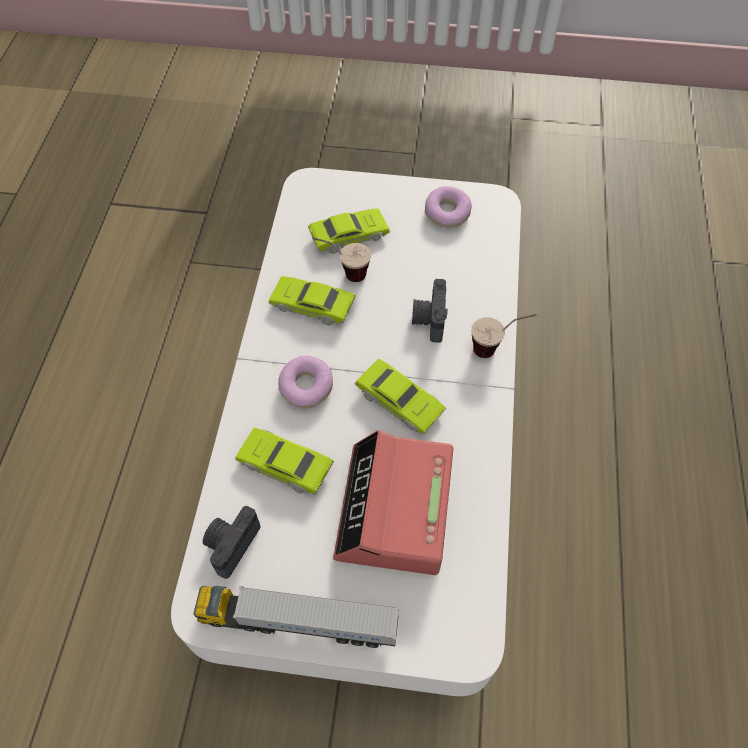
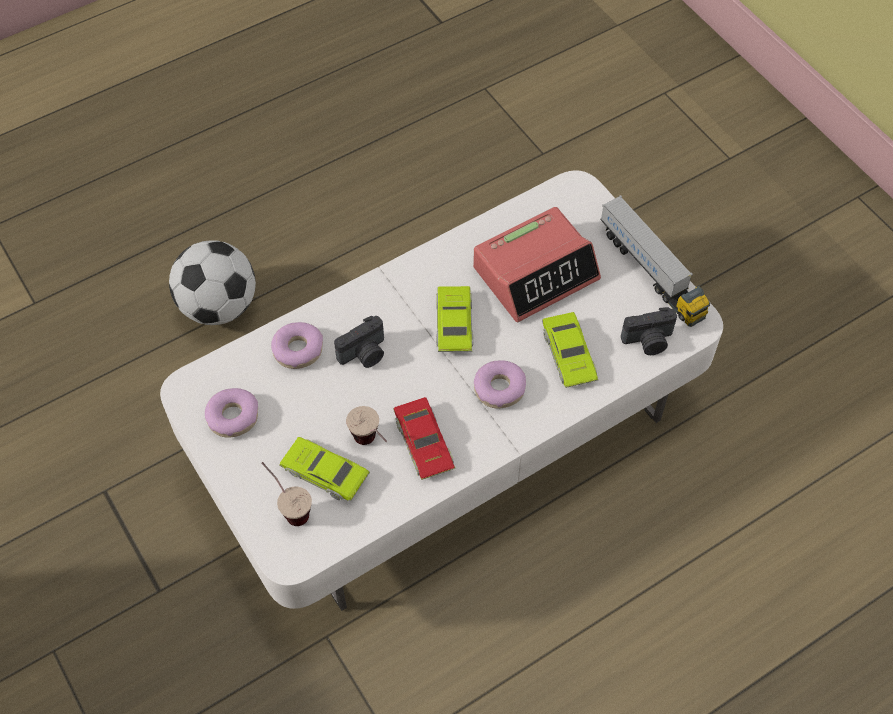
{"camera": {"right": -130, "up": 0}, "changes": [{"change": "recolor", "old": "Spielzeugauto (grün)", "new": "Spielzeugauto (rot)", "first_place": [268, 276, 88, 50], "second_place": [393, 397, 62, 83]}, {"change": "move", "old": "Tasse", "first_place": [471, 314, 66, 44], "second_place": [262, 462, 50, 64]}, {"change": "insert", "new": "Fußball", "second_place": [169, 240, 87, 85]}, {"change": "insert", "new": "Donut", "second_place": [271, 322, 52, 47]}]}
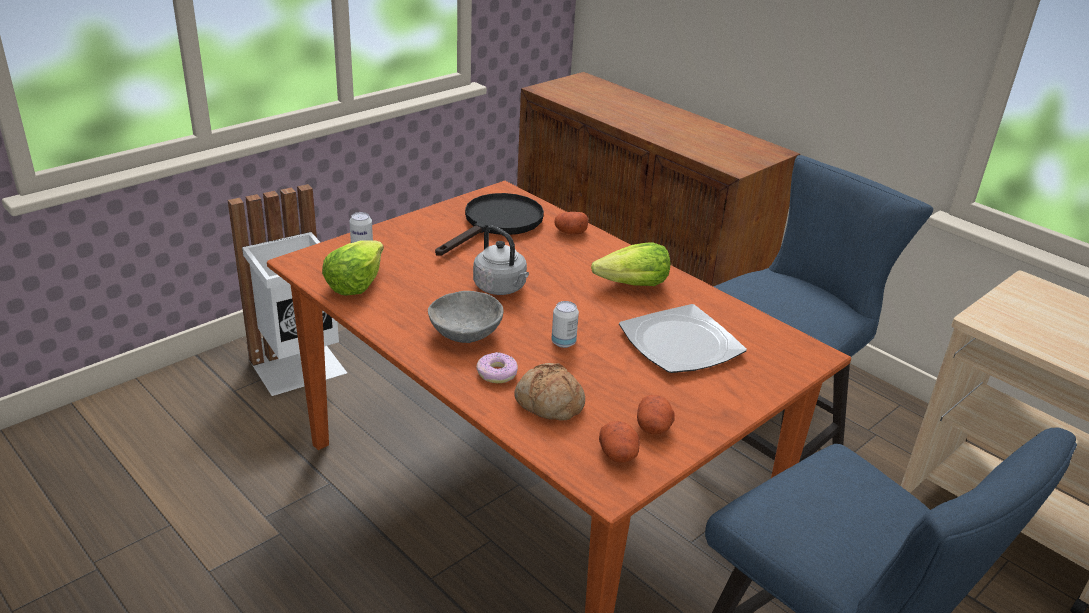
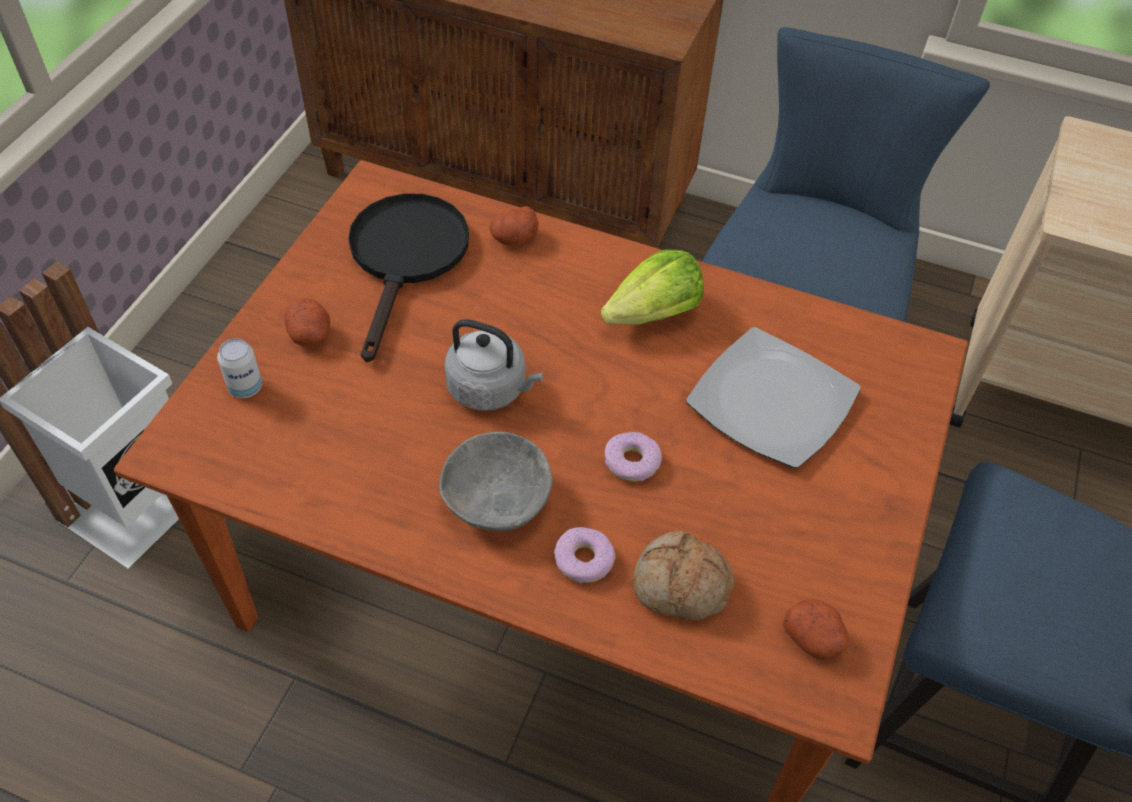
{"camera": {"right": -25, "up": 20}, "changes": [{"change": "delete", "old": "Salatkopf", "first_place": [322, 240, 62, 56]}, {"change": "replace", "old": "Dose", "new": "Donut", "first_place": [551, 301, 28, 47], "second_place": [605, 432, 57, 50]}, {"change": "move", "old": "Kartoffel", "first_place": [637, 395, 38, 39], "second_place": [285, 298, 46, 48]}]}
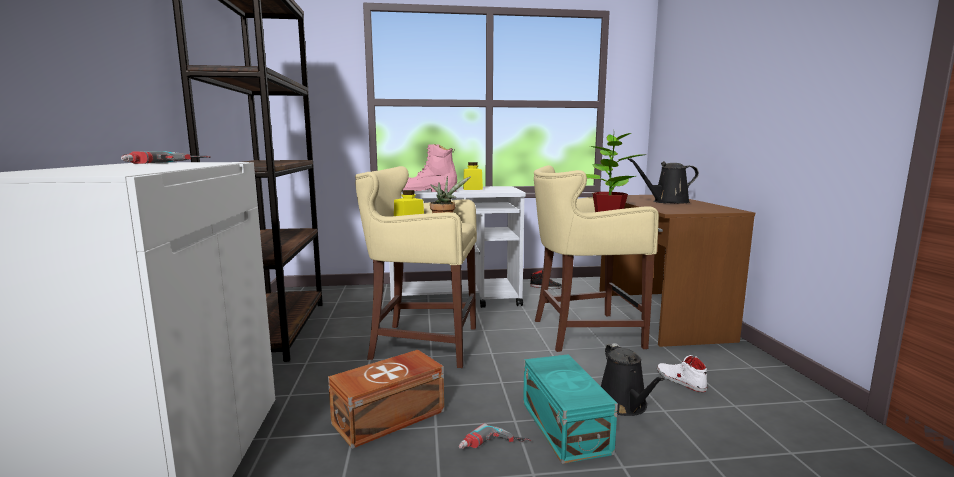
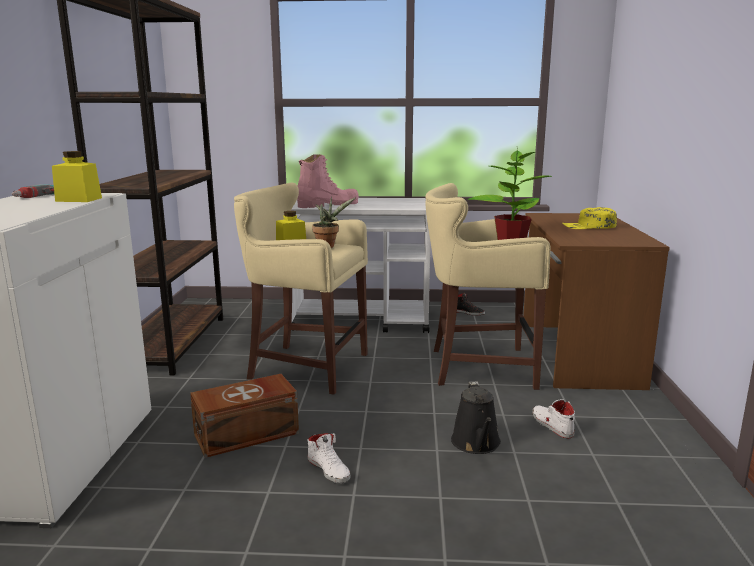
{"camera": {"right": 10, "up": 5}, "changes": [{"change": "rotate", "old": "Stiefel (rosa)", "first_place": [403, 144, 54, 48], "second_place": [297, 154, 62, 54], "degrees": 135}, {"change": "replace", "old": "Gießkanne (schwarz)", "new": "Kappe (gelb)", "first_place": [628, 158, 71, 45], "second_place": [562, 207, 55, 22]}, {"change": "move", "old": "Vorratsglas (gelb)", "first_place": [463, 162, 20, 28], "second_place": [52, 151, 50, 51]}, {"change": "delete", "old": "Aufbewahrungsbox (türkis)", "first_place": [523, 354, 95, 110]}, {"change": "replace", "old": "Bohrmaschine", "new": "Schuh (weiß)", "first_place": [459, 423, 72, 26], "second_place": [307, 433, 44, 50]}]}
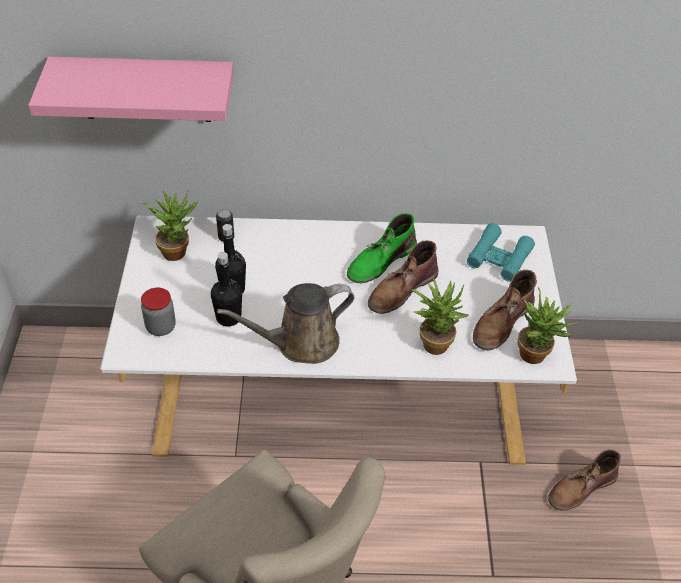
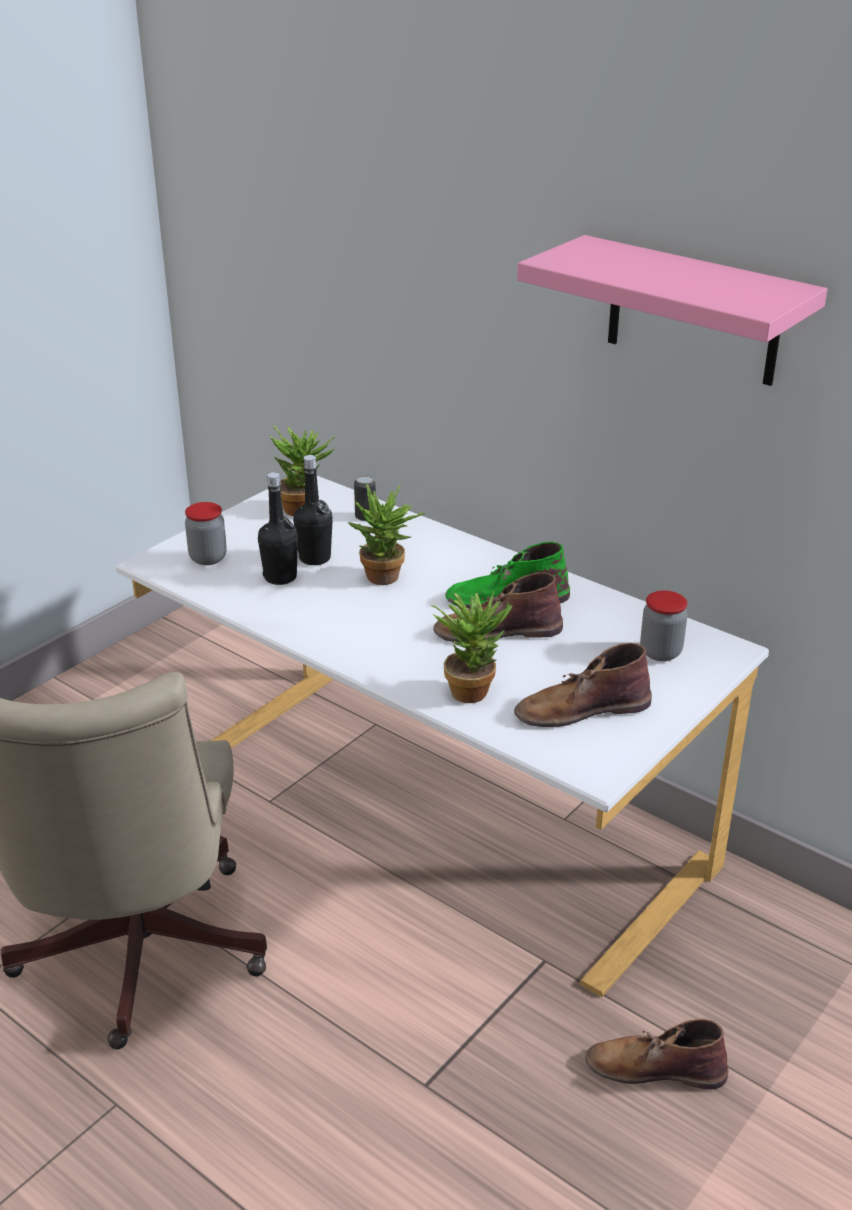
{"camera": {"right": 40, "up": -15}, "changes": [{"change": "move", "old": "Wandregal (rosa)", "first_place": [28, 57, 206, 65], "second_place": [517, 235, 311, 151]}, {"change": "replace", "old": "Fernglas (türkis)", "new": "Vorratsglas", "first_place": [467, 223, 68, 59], "second_place": [640, 591, 48, 70]}, {"change": "delete", "old": "Gießkanne (braun)", "first_place": [217, 283, 137, 81]}, {"change": "move", "old": "Topfpflanze", "first_place": [518, 287, 65, 77], "second_place": [347, 485, 78, 100]}]}
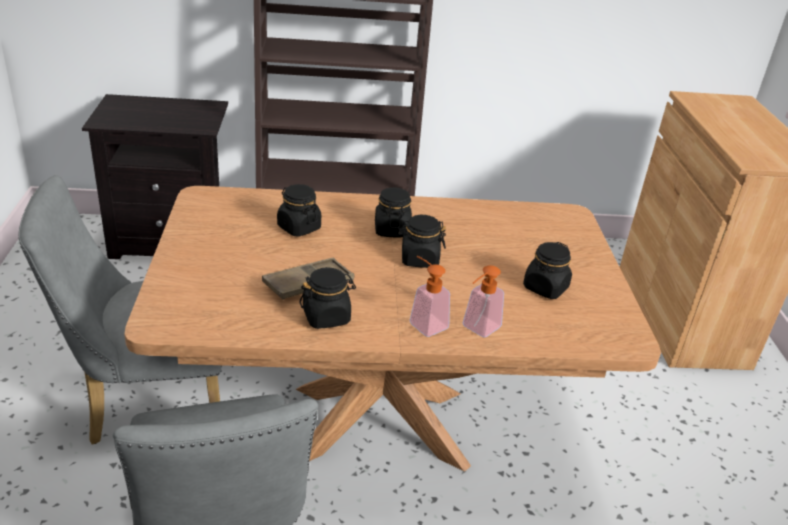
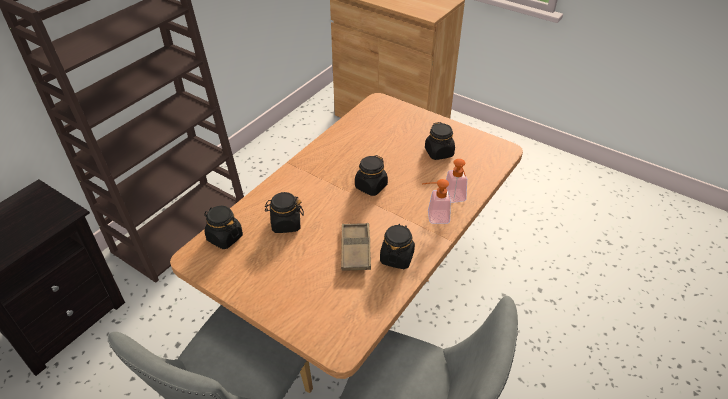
{"camera": {"right": -50, "up": 10}, "changes": [{"change": "move", "old": "Vorratsglas (schwarz)", "first_place": [375, 187, 37, 50], "second_place": [204, 206, 39, 43]}]}
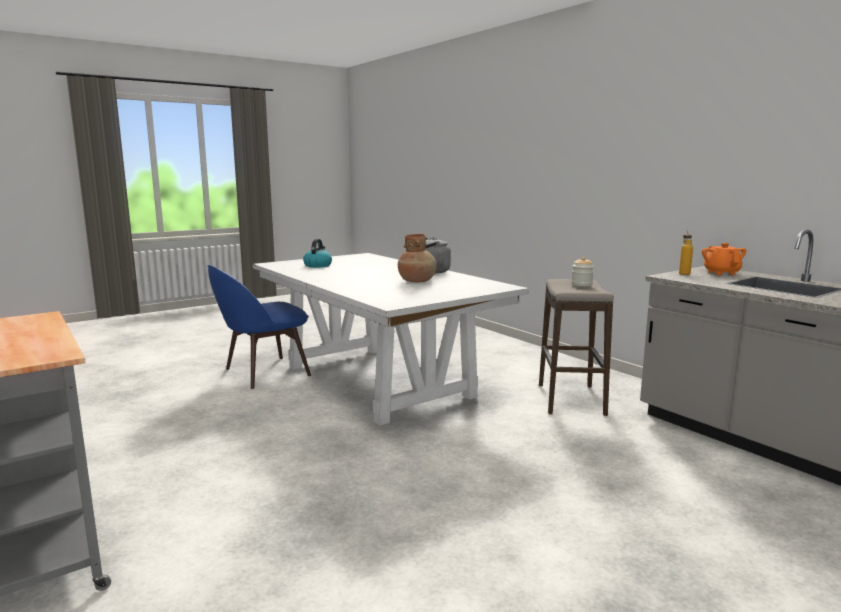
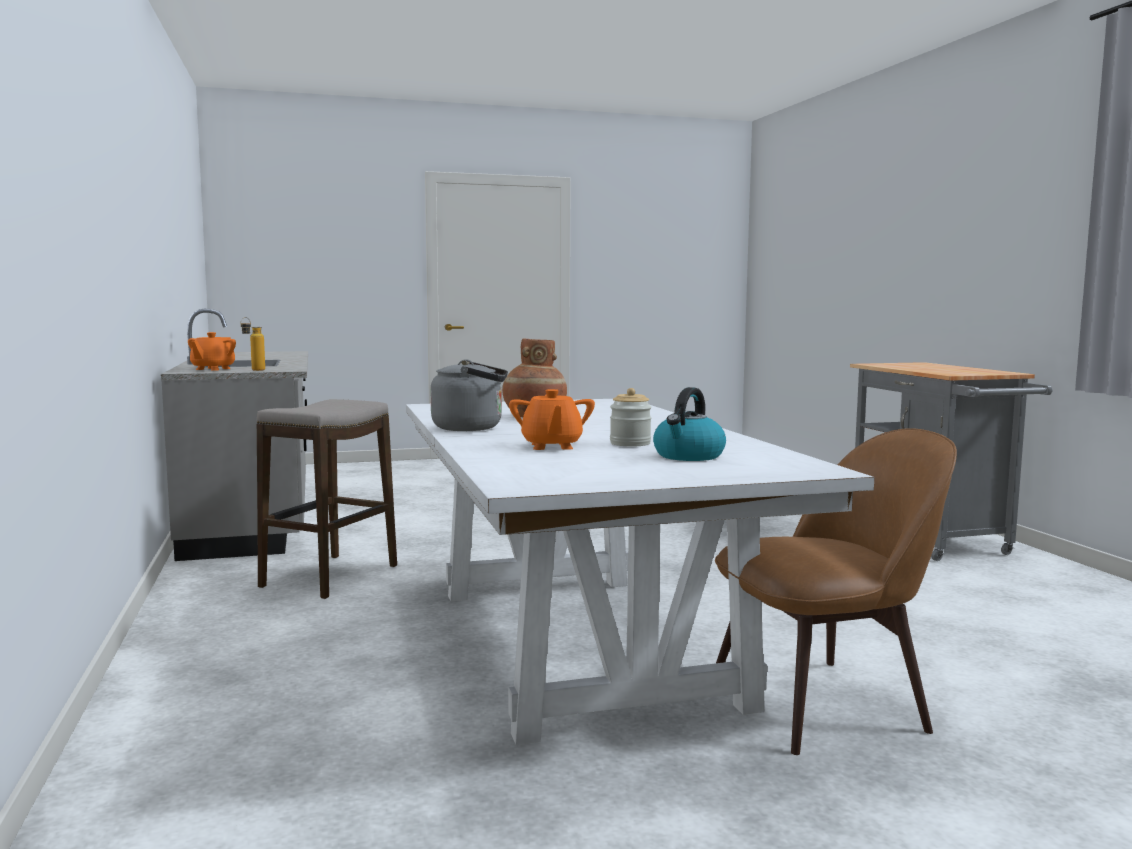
{"camera": {"right": -160, "up": -5}, "changes": [{"change": "move", "old": "Vorratsglas", "first_place": [571, 257, 23, 29], "second_place": [610, 388, 42, 59]}, {"change": "recolor", "old": "Stuhl (blau)", "new": "Stuhl (braun)", "first_place": [208, 265, 103, 124], "second_place": [715, 428, 242, 327]}, {"change": "insert", "new": "Teekanne (orange)", "second_place": [509, 389, 86, 61]}]}
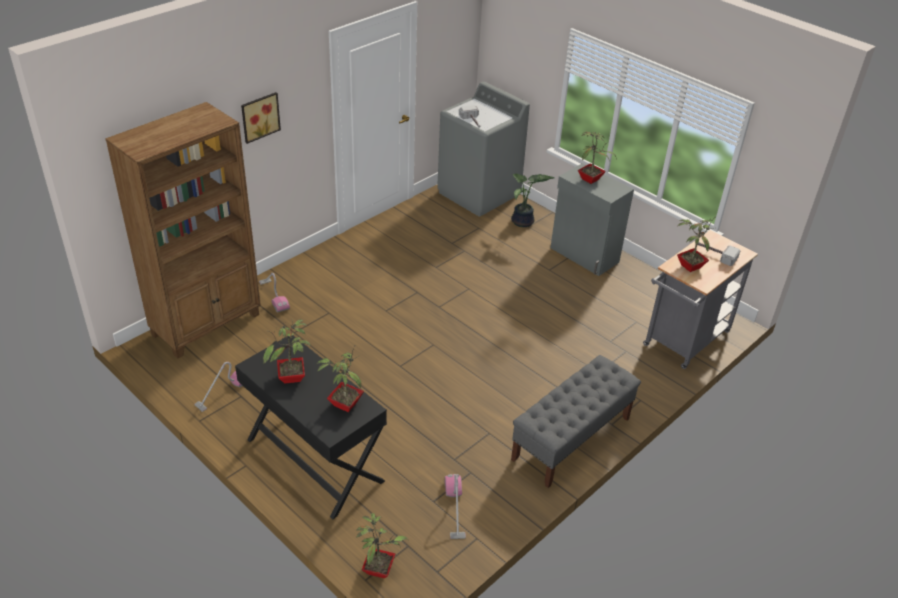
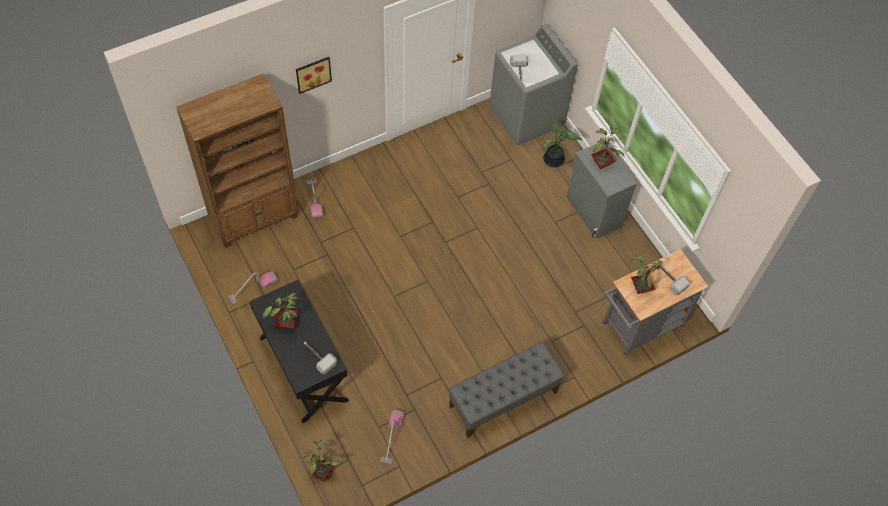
{"camera": {"right": 15, "up": 20}, "changes": [{"change": "replace", "old": "Topfpflanze", "new": "Hammer", "first_place": [316, 346, 48, 66], "second_place": [304, 342, 33, 32]}]}
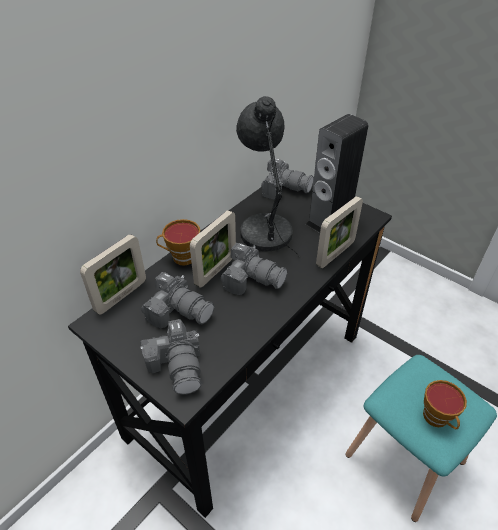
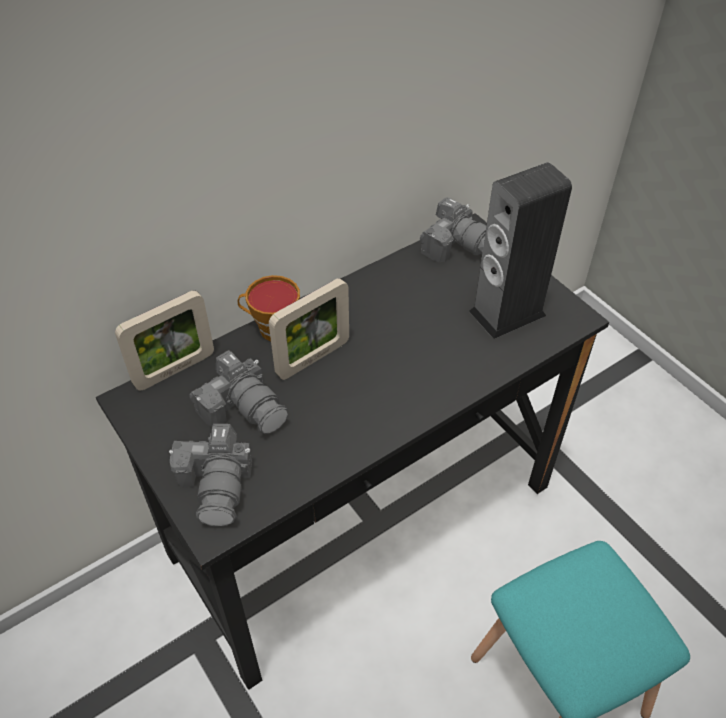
{"camera": {"right": 15, "up": 5}, "changes": [{"change": "delete", "old": "Tischlampe (grau)", "first_place": [236, 96, 63, 160]}, {"change": "delete", "old": "Bilderrahmen", "first_place": [316, 196, 47, 72]}, {"change": "delete", "old": "Kamera", "first_place": [221, 243, 67, 52]}, {"change": "delete", "old": "Tasse", "first_place": [423, 380, 44, 49]}]}
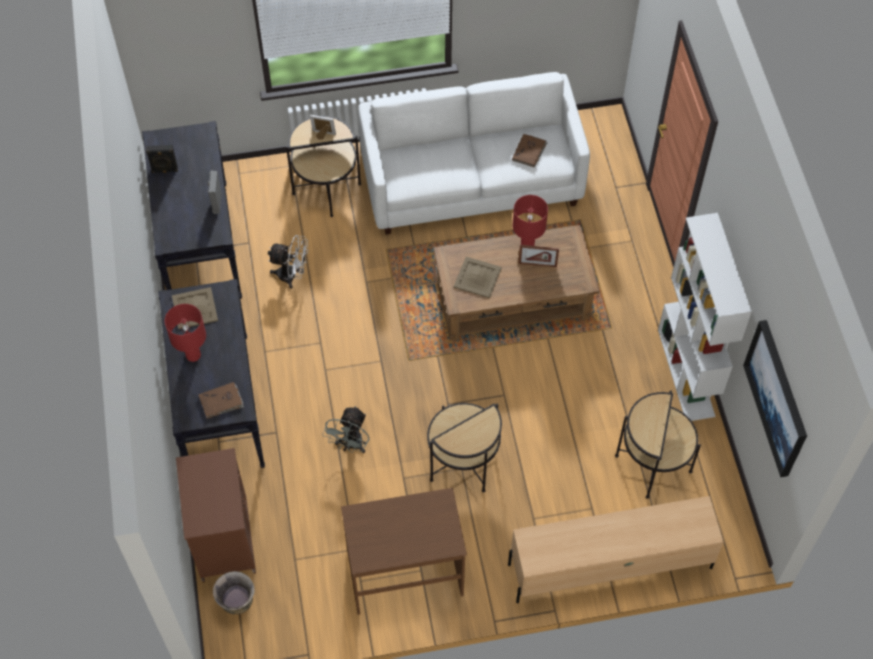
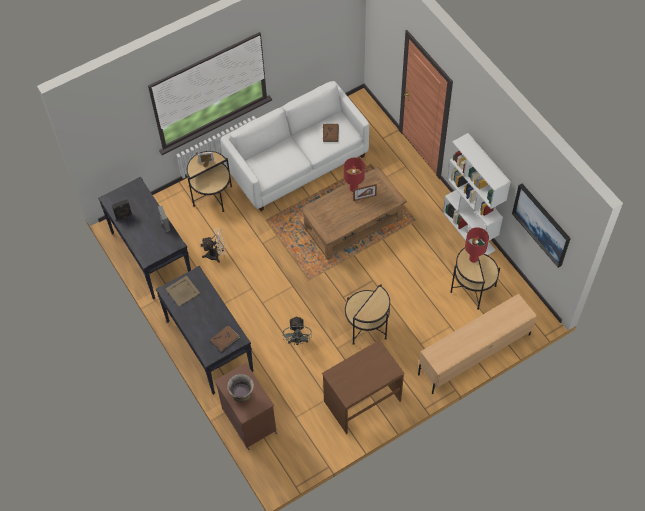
{"camera": {"right": -20, "up": 0}, "changes": [{"change": "delete", "old": "Tablett (beige)", "first_place": [454, 257, 48, 41]}, {"change": "move", "old": "Tischlampe (rot)", "first_place": [165, 304, 41, 58], "second_place": [465, 227, 24, 36]}, {"change": "move", "old": "Vase", "first_place": [213, 571, 41, 43], "second_place": [227, 374, 27, 28]}]}
